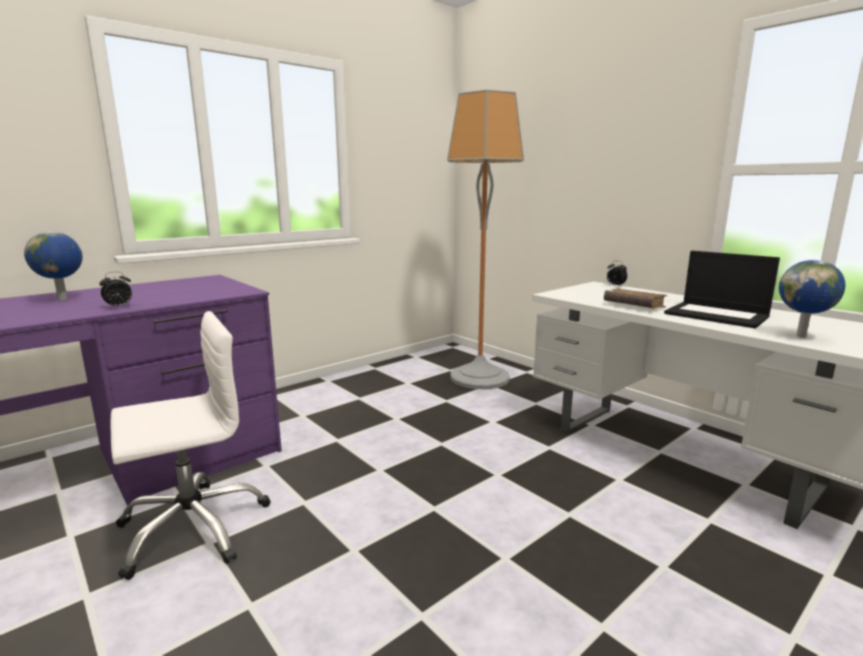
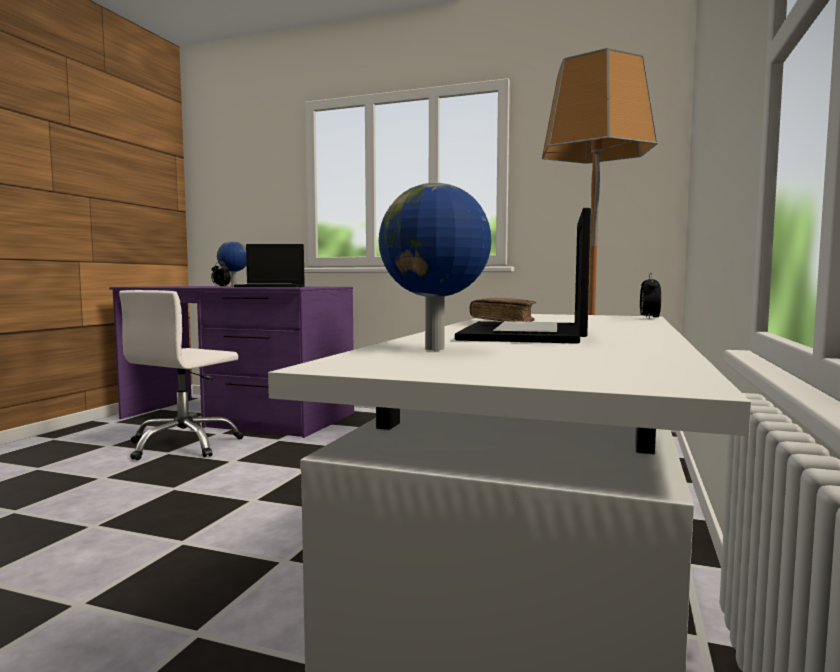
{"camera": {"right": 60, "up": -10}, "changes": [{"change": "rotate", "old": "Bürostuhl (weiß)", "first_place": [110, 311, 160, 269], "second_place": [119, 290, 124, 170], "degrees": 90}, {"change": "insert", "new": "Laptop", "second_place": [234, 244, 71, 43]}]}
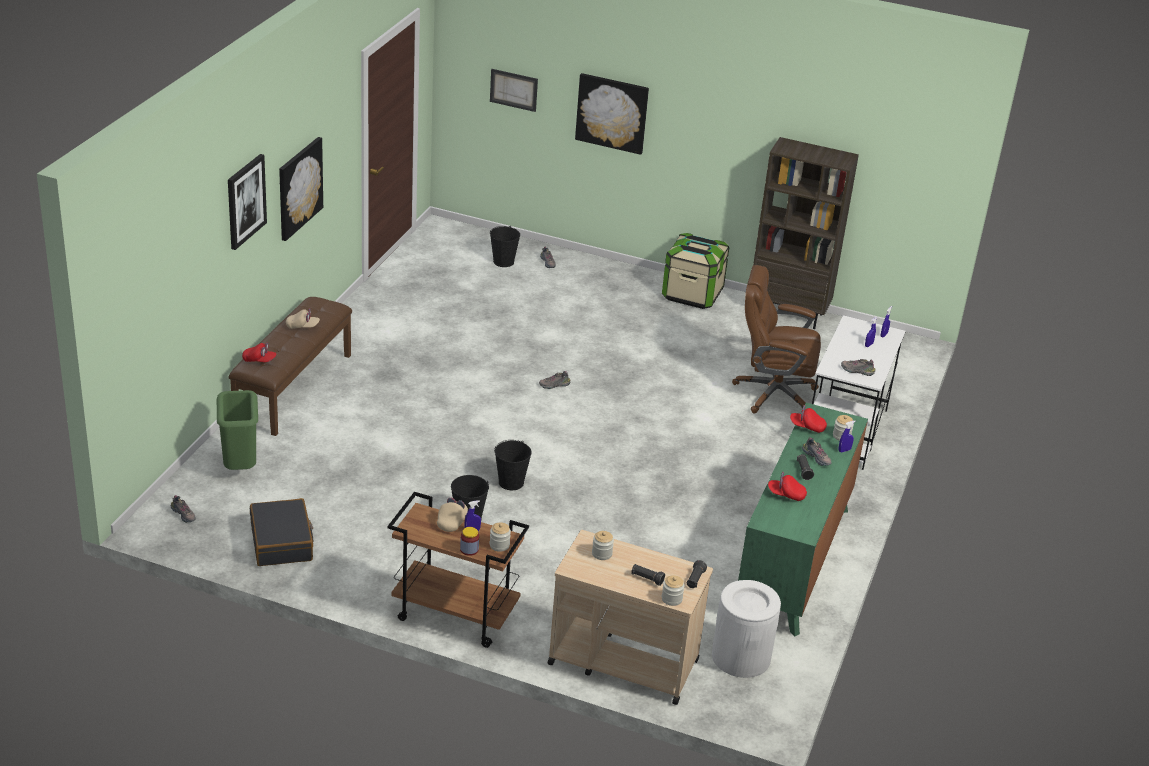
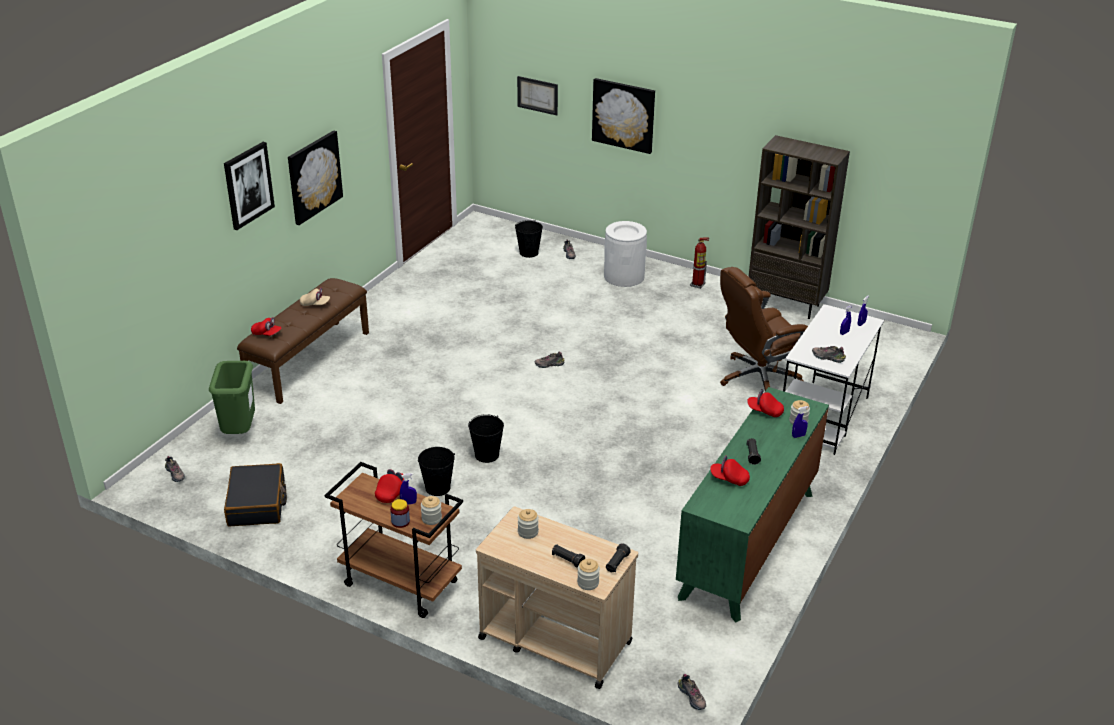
{"camera": {"right": 10, "up": 0}, "changes": [{"change": "replace", "old": "Aufbewahrungsbox", "new": "Feuerlöscher", "first_place": [662, 233, 67, 76], "second_place": [690, 238, 19, 51]}, {"change": "rotate", "old": "Bürostuhl (braun)", "first_place": [732, 265, 89, 148], "second_place": [720, 267, 88, 124], "degrees": -45}, {"change": "move", "old": "Schuh", "first_place": [802, 437, 29, 29], "second_place": [678, 674, 28, 36]}, {"change": "recolor", "old": "Kappe (beige)", "new": "Kappe (rot)", "first_place": [437, 498, 31, 34], "second_place": [375, 469, 29, 34]}, {"change": "move", "old": "Mülleimer (weiß)", "first_place": [712, 580, 69, 98], "second_place": [604, 221, 43, 66]}]}
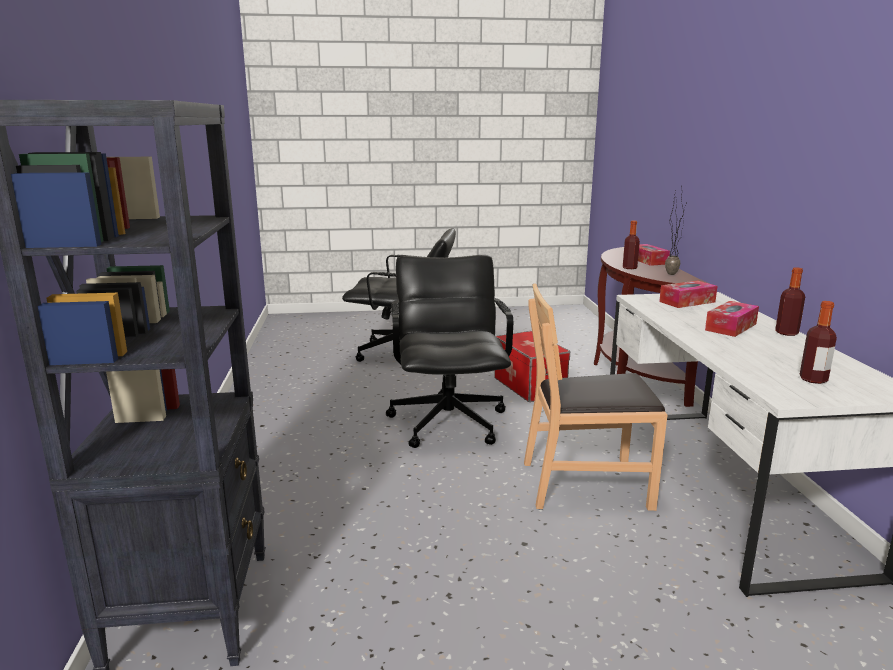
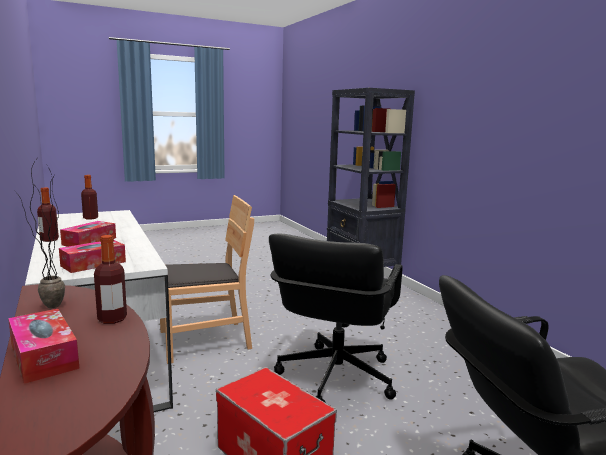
{"camera": {"right": 160, "up": -5}, "changes": [{"change": "rotate", "old": "Bürostuhl (schwarz)", "first_place": [386, 255, 127, 193], "second_place": [269, 234, 134, 169], "degrees": 45}]}
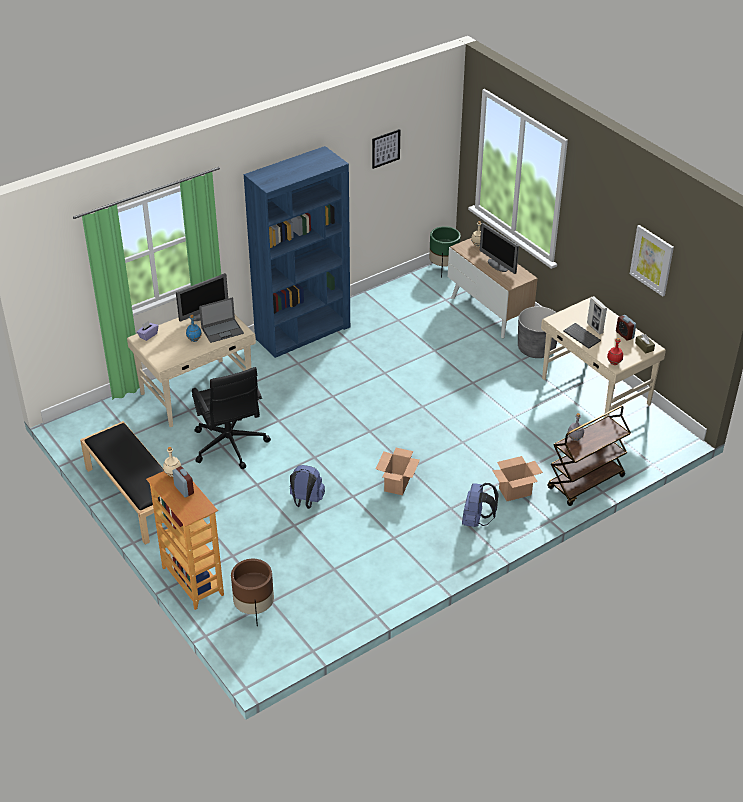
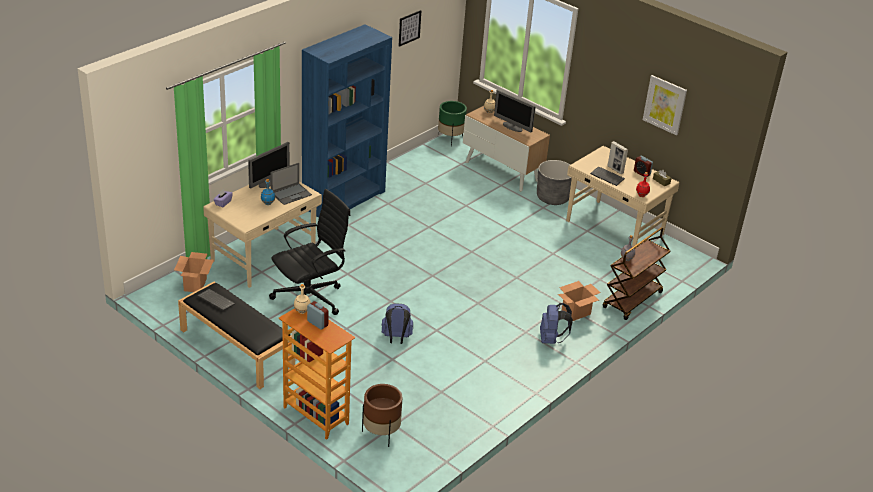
{"camera": {"right": -15, "up": -5}, "changes": [{"change": "rotate", "old": "Bürostuhl (schwarz)", "first_place": [192, 367, 79, 102], "second_place": [269, 189, 82, 126], "degrees": -90}, {"change": "move", "old": "Karton", "first_place": [376, 448, 44, 48], "second_place": [174, 252, 40, 40]}, {"change": "insert", "new": "Tastatur", "second_place": [197, 289, 38, 22]}]}
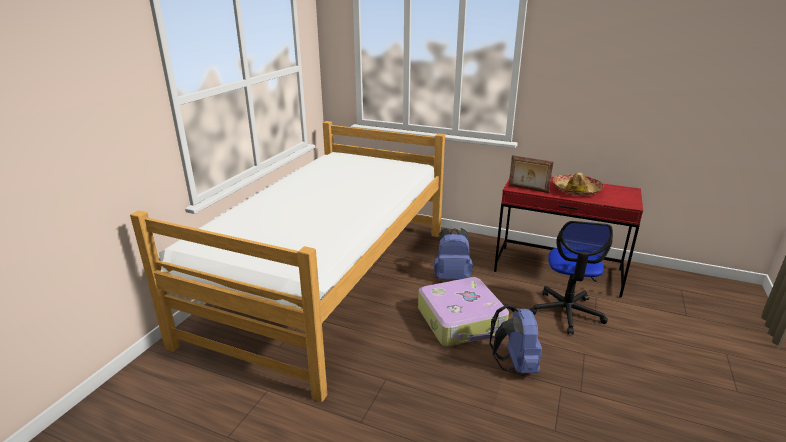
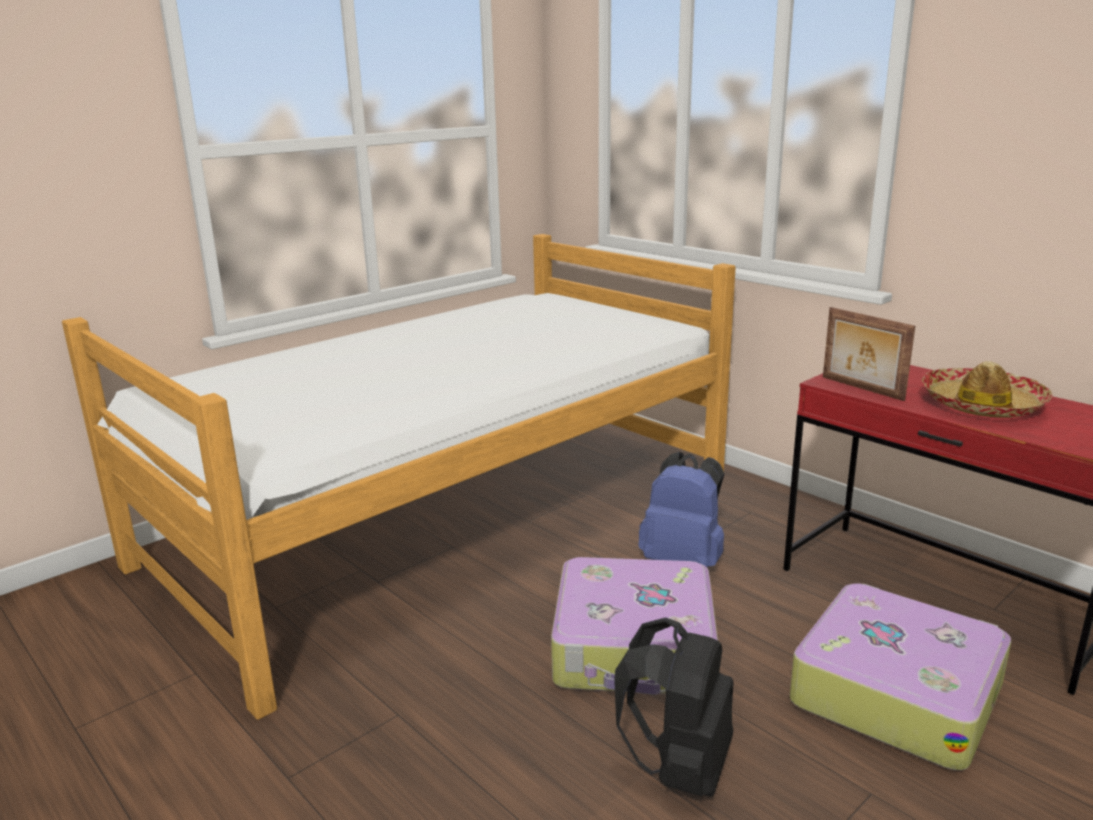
{"camera": {"right": 25, "up": -5}, "changes": [{"change": "replace", "old": "Bürostuhl", "new": "Koffer", "first_place": [529, 221, 84, 114], "second_place": [790, 584, 221, 187]}, {"change": "recolor", "old": "Rucksack (blau)", "new": "Rucksack (schwarz)", "first_place": [489, 305, 53, 68], "second_place": [614, 617, 120, 180]}]}
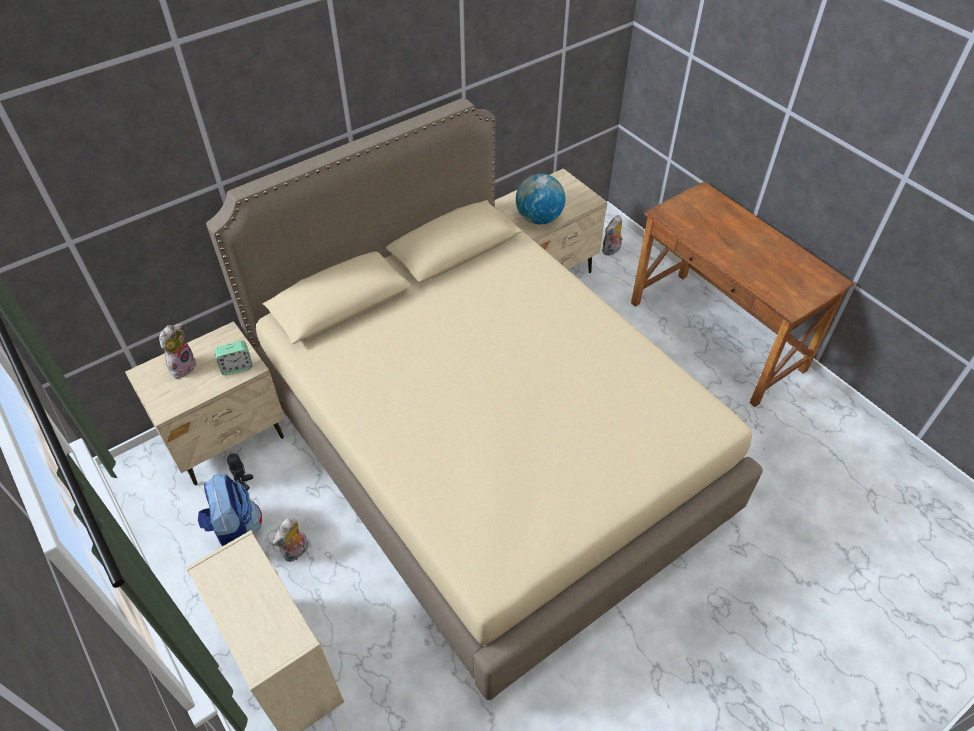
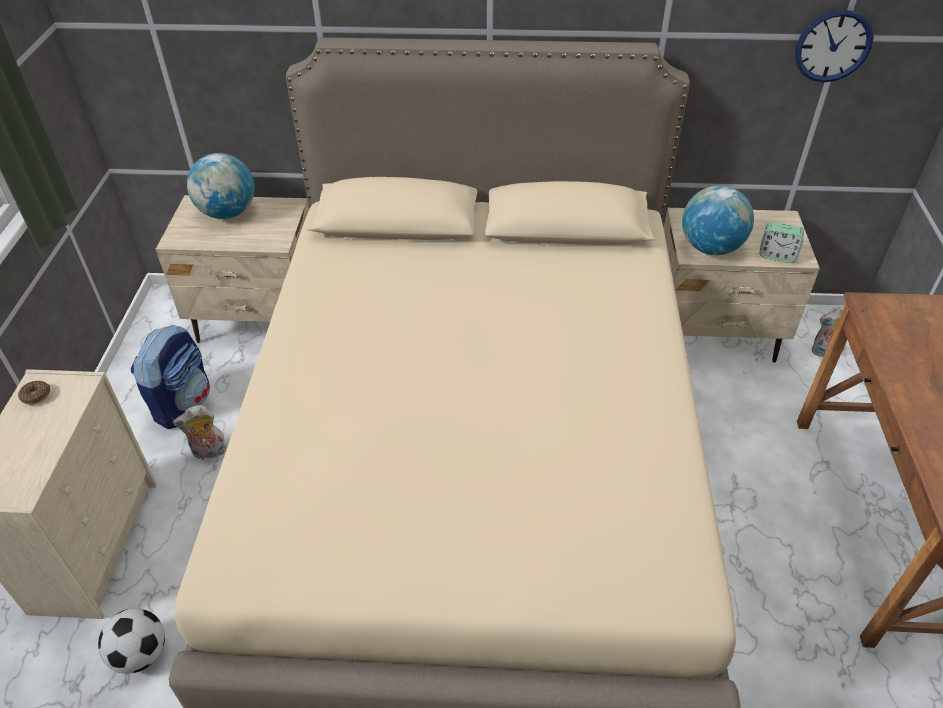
{"camera": {"right": 40, "up": -5}, "changes": [{"change": "replace", "old": "Plüschtier", "new": "Globus", "first_place": [159, 323, 38, 55], "second_place": [187, 153, 68, 66]}, {"change": "move", "old": "Wecker", "first_place": [215, 341, 38, 34], "second_place": [759, 222, 45, 41]}, {"change": "delete", "old": "Spielzeugroboter", "first_place": [227, 452, 26, 39]}, {"change": "insert", "new": "Wanduhr", "second_place": [795, 10, 79, 72]}, {"change": "insert", "new": "Donut", "second_place": [18, 381, 32, 24]}, {"change": "insert", "new": "Fußball", "second_place": [98, 608, 67, 66]}]}
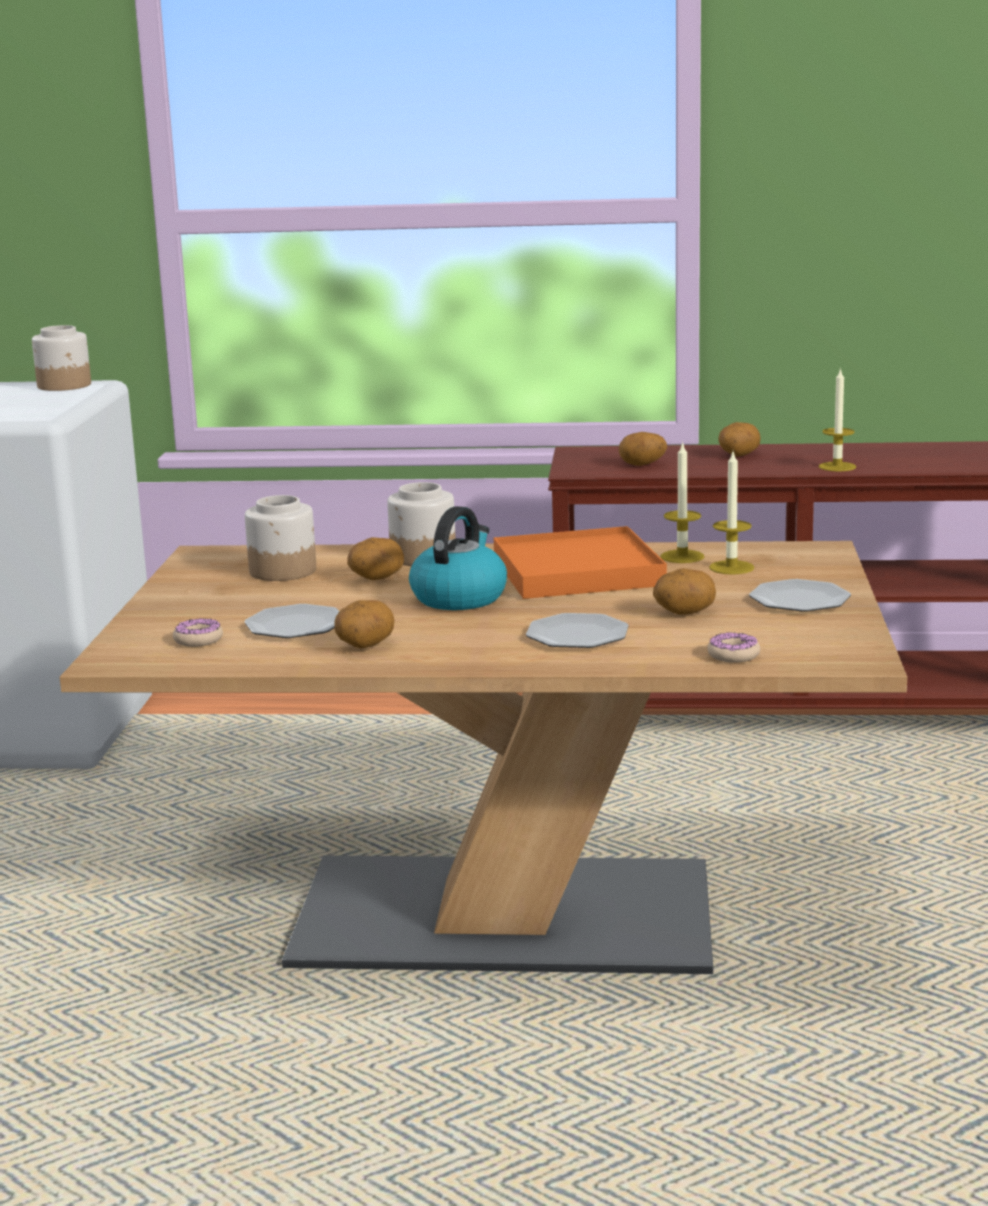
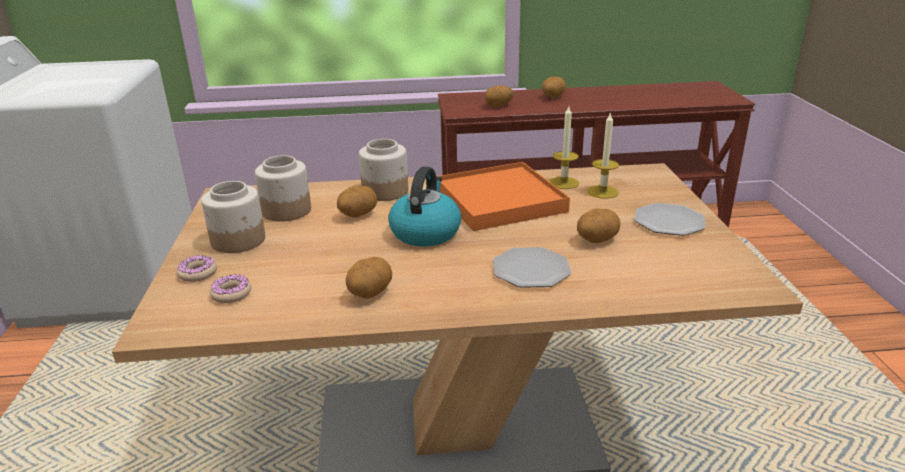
{"camera": {"right": -10, "up": 10}, "changes": [{"change": "move", "old": "Vorratsglas", "first_place": [32, 325, 59, 66], "second_place": [201, 181, 64, 72]}, {"change": "delete", "old": "Kerze", "first_place": [819, 368, 37, 104]}, {"change": "delete", "old": "Teller", "first_place": [244, 604, 95, 34]}, {"change": "move", "old": "Donut", "first_place": [707, 632, 53, 31], "second_place": [177, 255, 40, 27]}]}
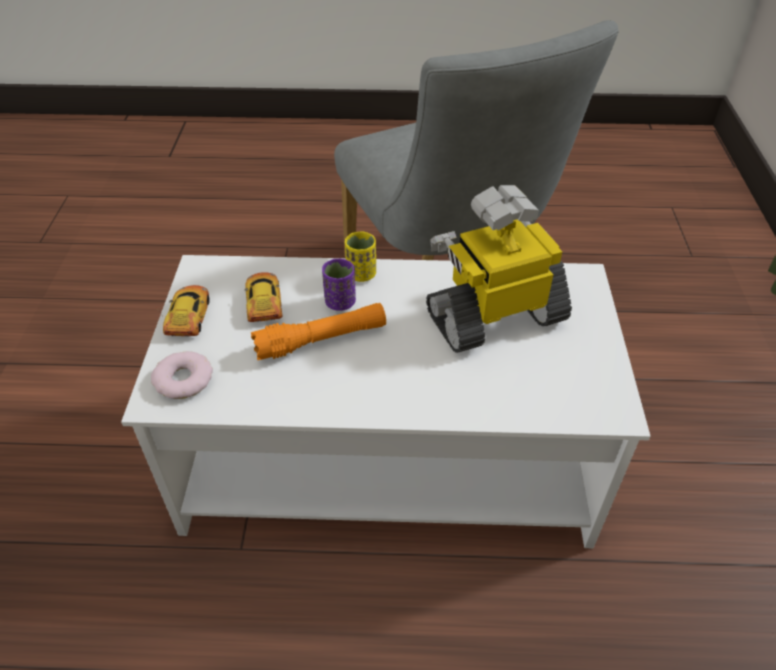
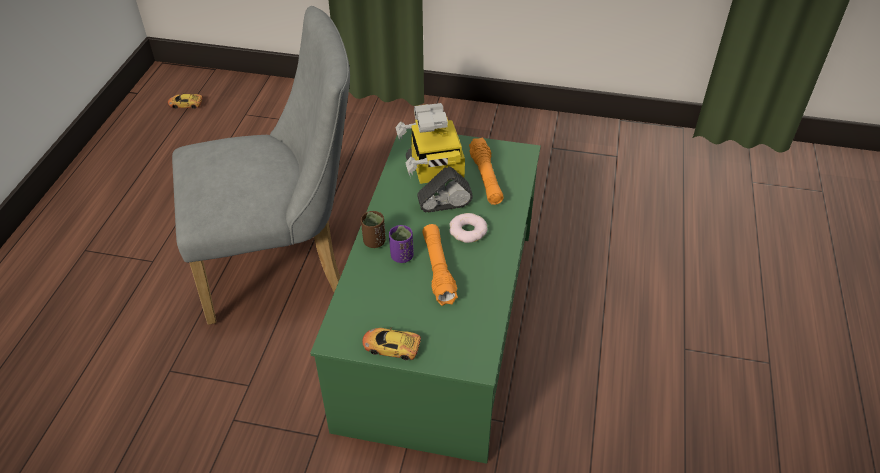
{"camera": {"right": -80, "up": 0}, "changes": [{"change": "recolor", "old": "Tasse (gelb)", "new": "Tasse (braun)", "first_place": [345, 232, 31, 50], "second_place": [361, 211, 25, 37]}, {"change": "recolor", "old": "Couchtisch (weiß)", "new": "Couchtisch (grün)", "first_place": [121, 255, 530, 293], "second_place": [310, 129, 231, 335]}, {"change": "move", "old": "Spielzeugauto", "first_place": [245, 272, 37, 50], "second_place": [168, 93, 35, 16]}, {"change": "move", "old": "Donut", "first_place": [151, 351, 62, 48], "second_place": [449, 213, 39, 30]}, {"change": "insert", "new": "Taschenlampe (orange)", "second_place": [469, 138, 34, 67]}]}
